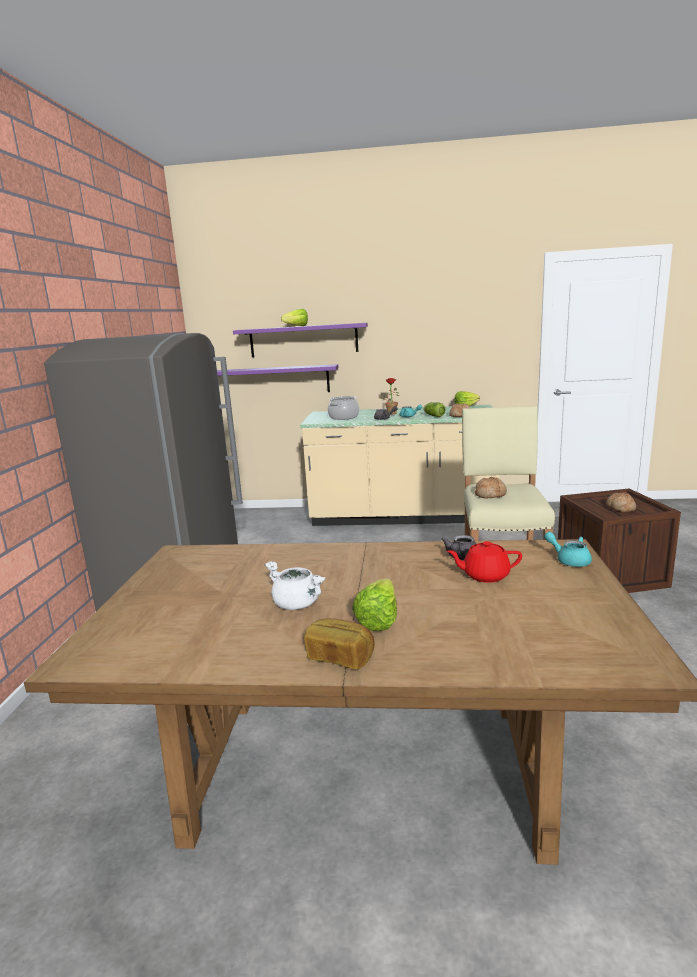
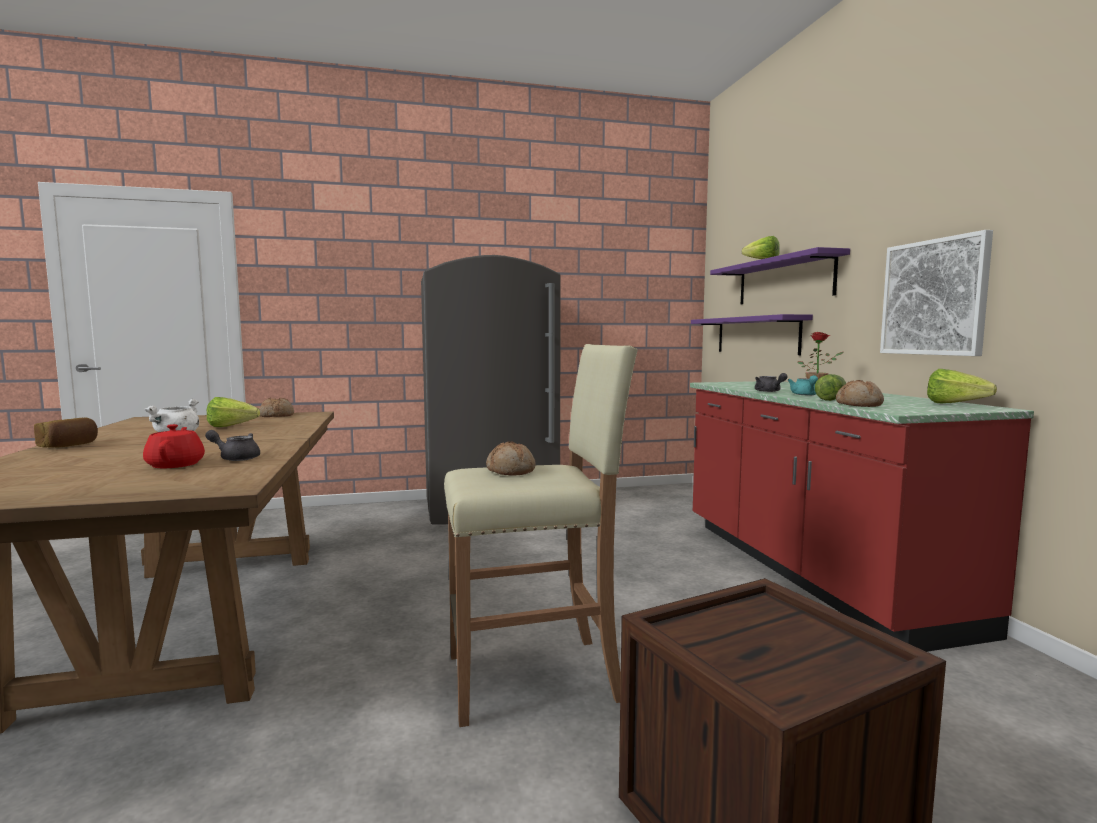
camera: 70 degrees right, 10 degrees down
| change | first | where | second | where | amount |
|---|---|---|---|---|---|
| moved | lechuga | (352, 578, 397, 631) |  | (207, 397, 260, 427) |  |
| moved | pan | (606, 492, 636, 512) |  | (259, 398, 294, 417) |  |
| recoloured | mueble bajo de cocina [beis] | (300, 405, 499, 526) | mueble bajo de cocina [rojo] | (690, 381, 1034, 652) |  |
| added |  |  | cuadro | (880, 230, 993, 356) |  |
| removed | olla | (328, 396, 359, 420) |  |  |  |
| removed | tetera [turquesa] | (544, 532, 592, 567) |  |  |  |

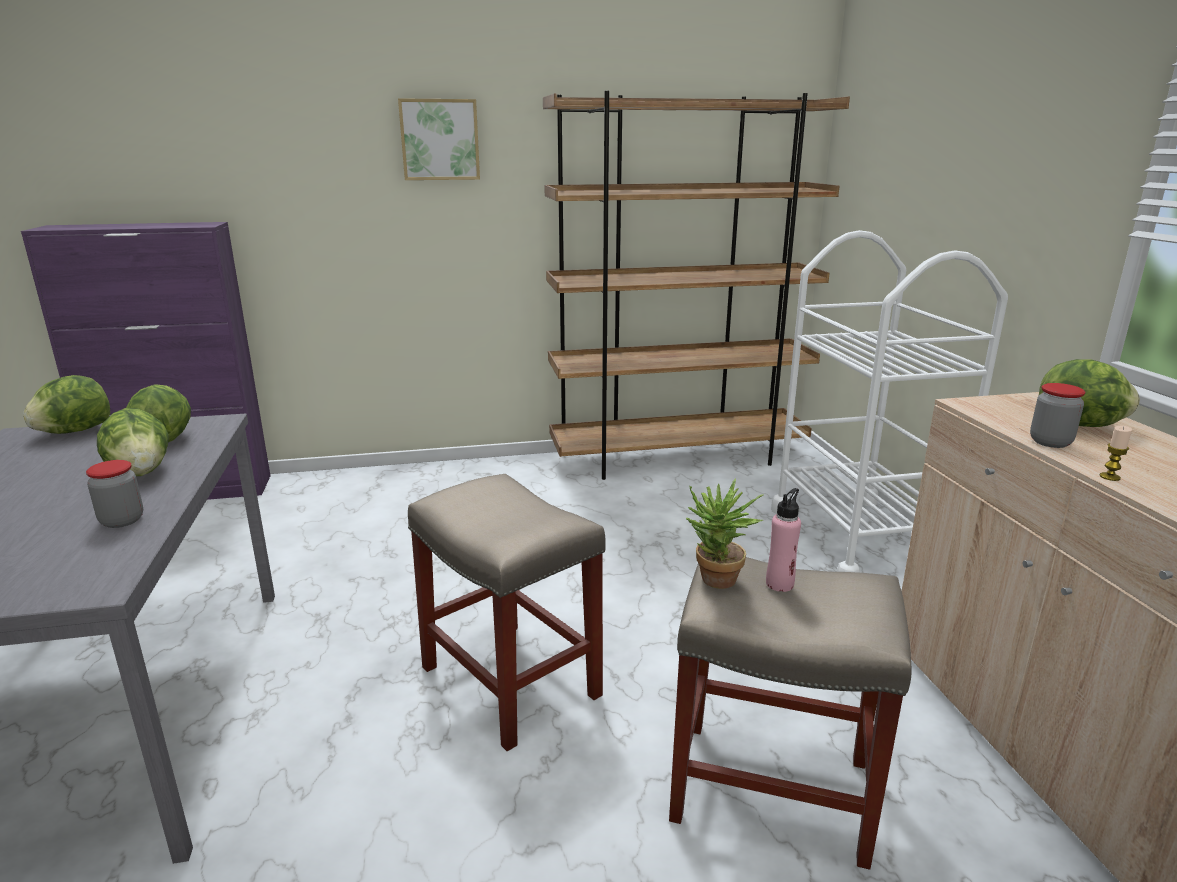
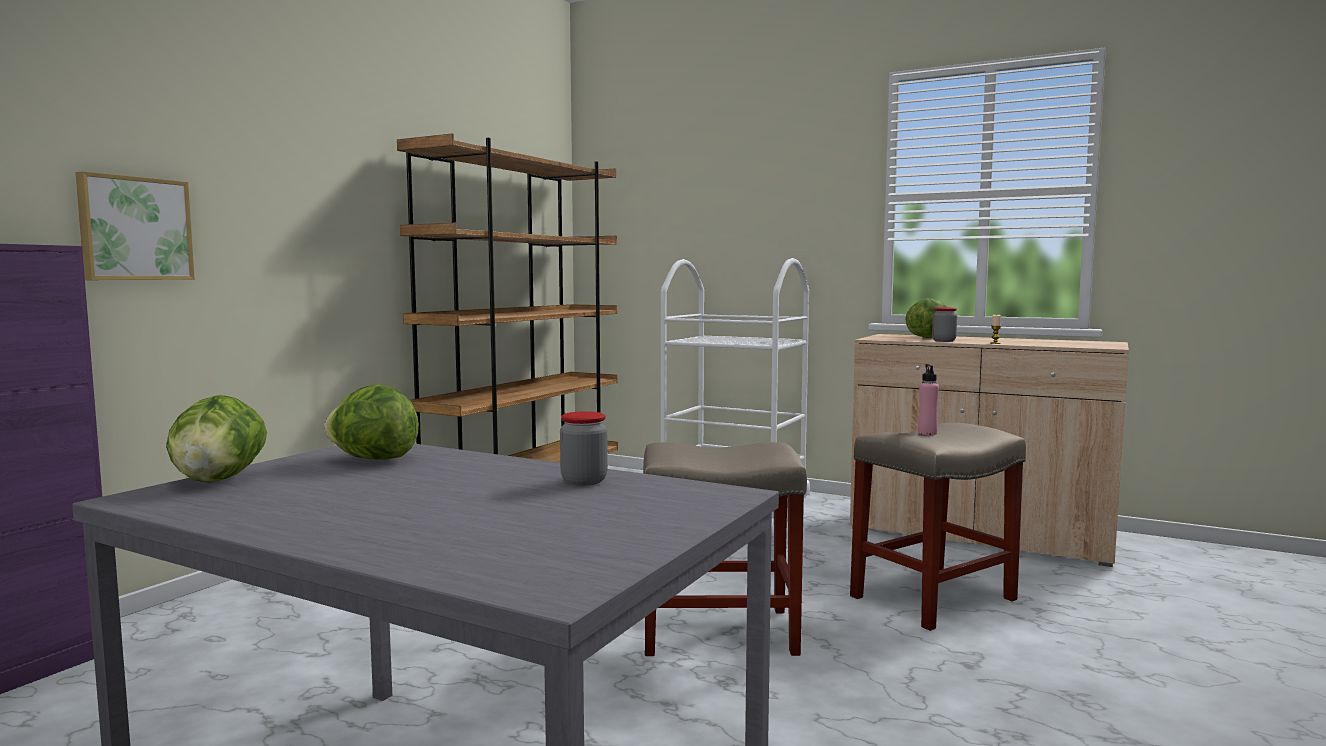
camera: 50 degrees left, 15 degrees down
| change | first | where | second | where | amount |
|---|---|---|---|---|---|
| moved | cuadro | (398, 98, 480, 180) |  | (75, 171, 195, 280) |  |
| removed | lechuga | (97, 408, 169, 476) |  |  |  |
| removed | planta en maceta | (686, 478, 763, 589) |  |  |  |

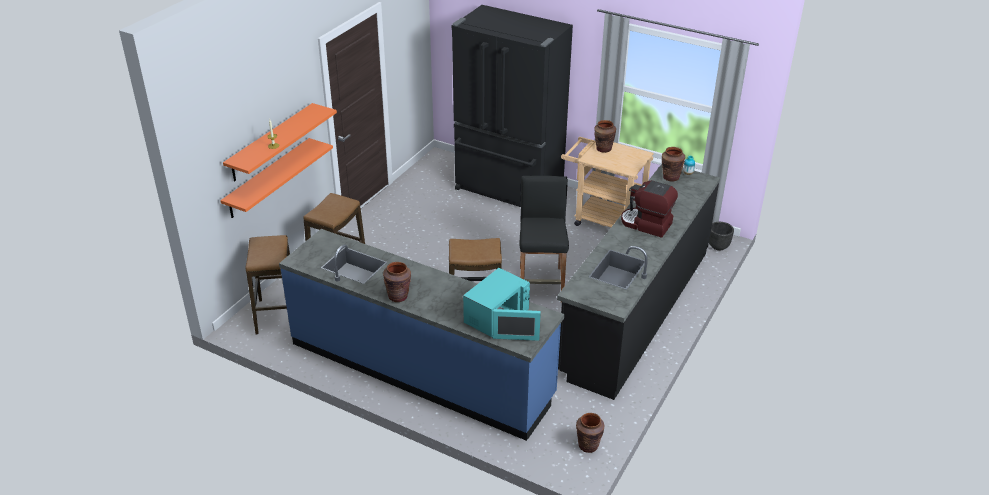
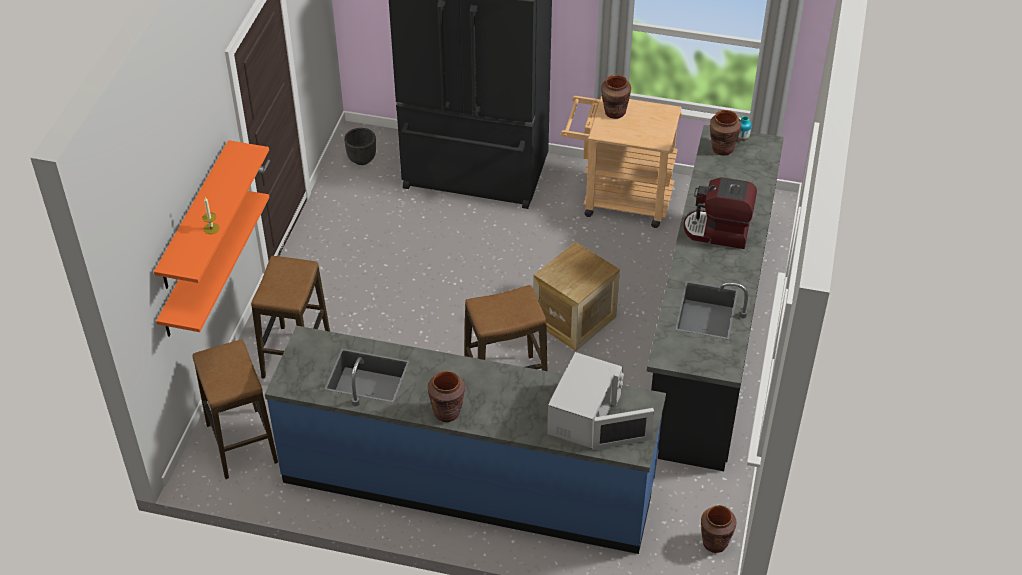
camera: 15 degrees left, 10 degrees up
| change | first | where | second | where | amount |
|---|---|---|---|---|---|
| moved | maceta [negro] | (709, 222, 734, 251) |  | (344, 128, 376, 165) |  |
| replaced | taburete [negro] | (520, 176, 569, 303) | caja de embalaje | (533, 241, 620, 351) |  |
| recoloured | microondas [turquesa] | (463, 268, 541, 341) | microondas [blanco] | (547, 352, 654, 450) |  |

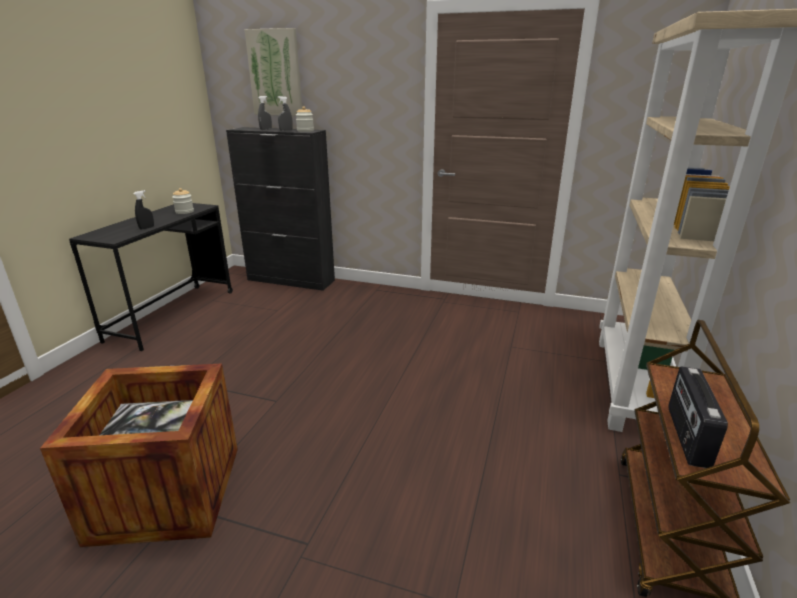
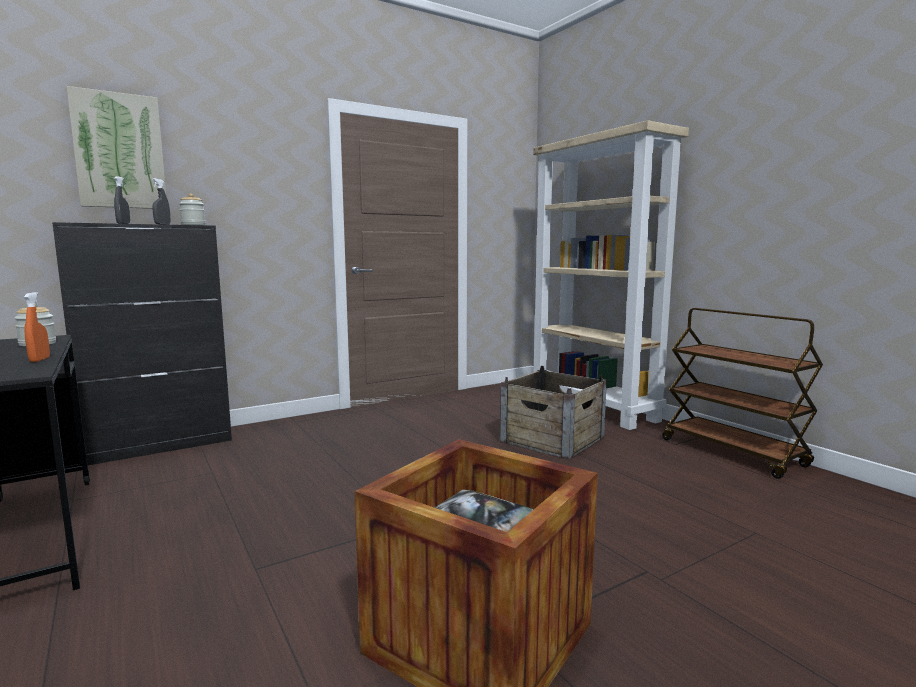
camera: 50 degrees left, 15 degrees down
| change | first | where | second | where | amount |
|---|---|---|---|---|---|
| recoloured | pulverizador [negro] | (134, 190, 154, 229) | pulverizador [naranja] | (24, 292, 50, 362) |  |
| added |  |  | caja de embalaje | (500, 366, 607, 460) |  |
| removed | radio | (669, 367, 728, 468) |  |  |  |

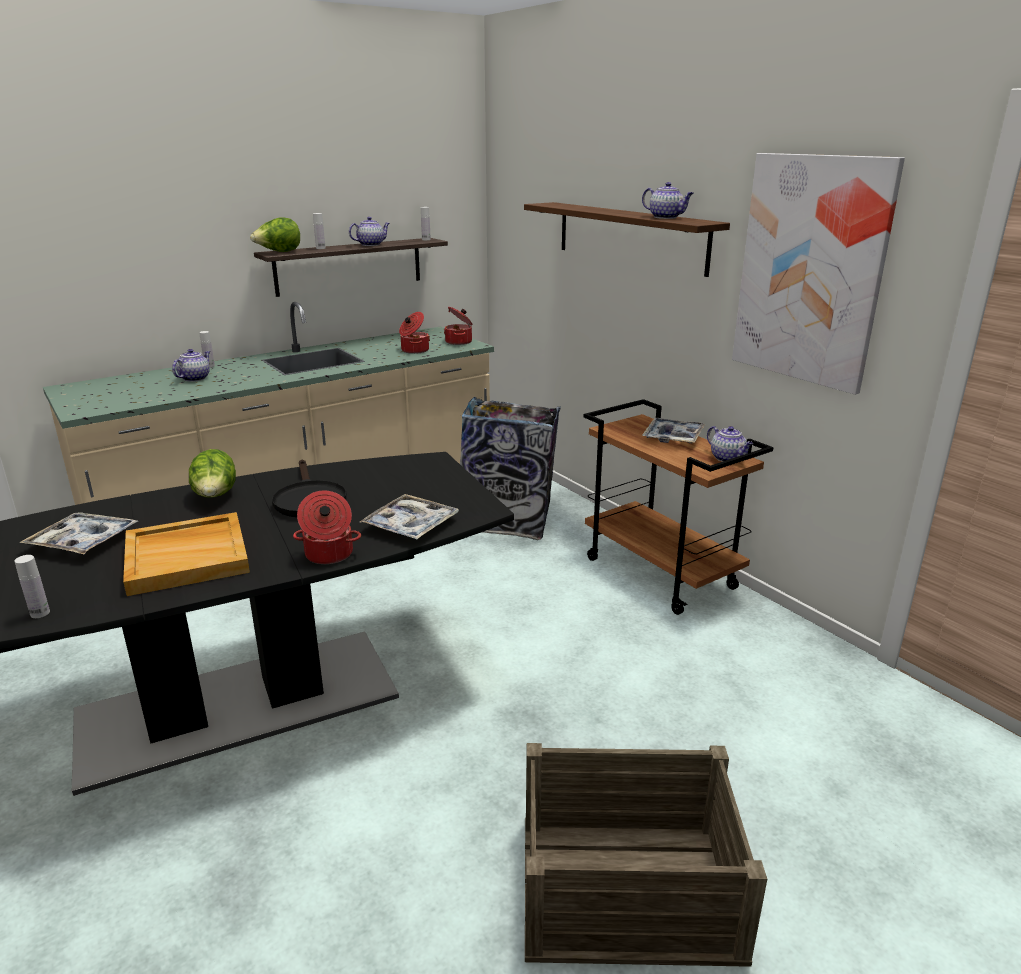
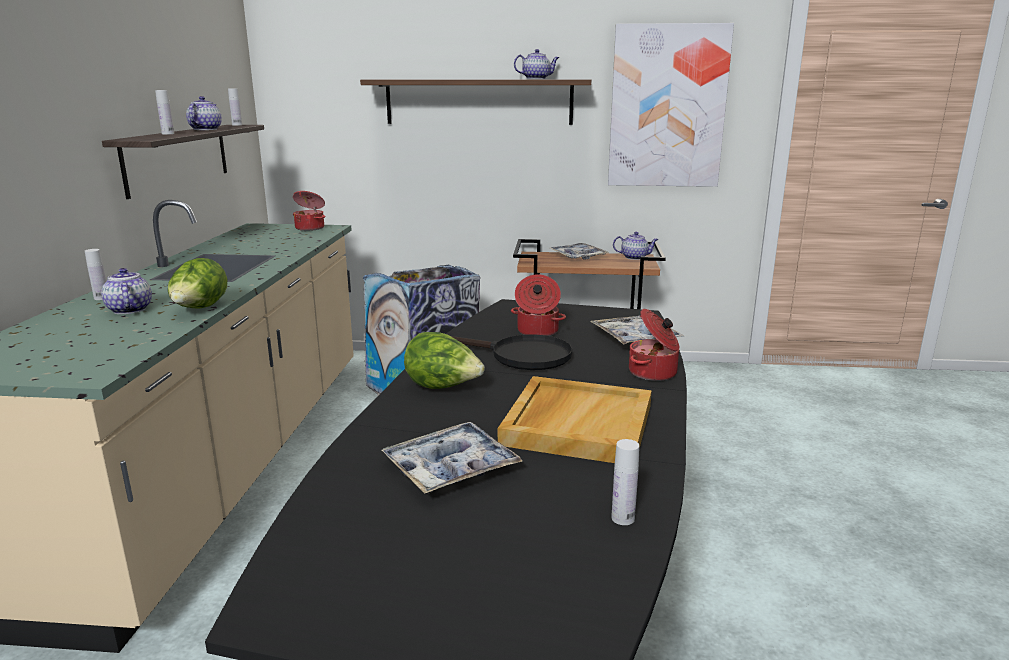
camera: 50 degrees left, 5 degrees down
| change | first | where | second | where | amount |
|---|---|---|---|---|---|
| moved | lechuga | (250, 217, 300, 252) |  | (168, 258, 227, 308) |  |
| moved | olla | (399, 312, 430, 354) |  | (511, 274, 566, 336) |  |
| removed | caja de embalaje | (525, 743, 767, 967) |  |  |  |

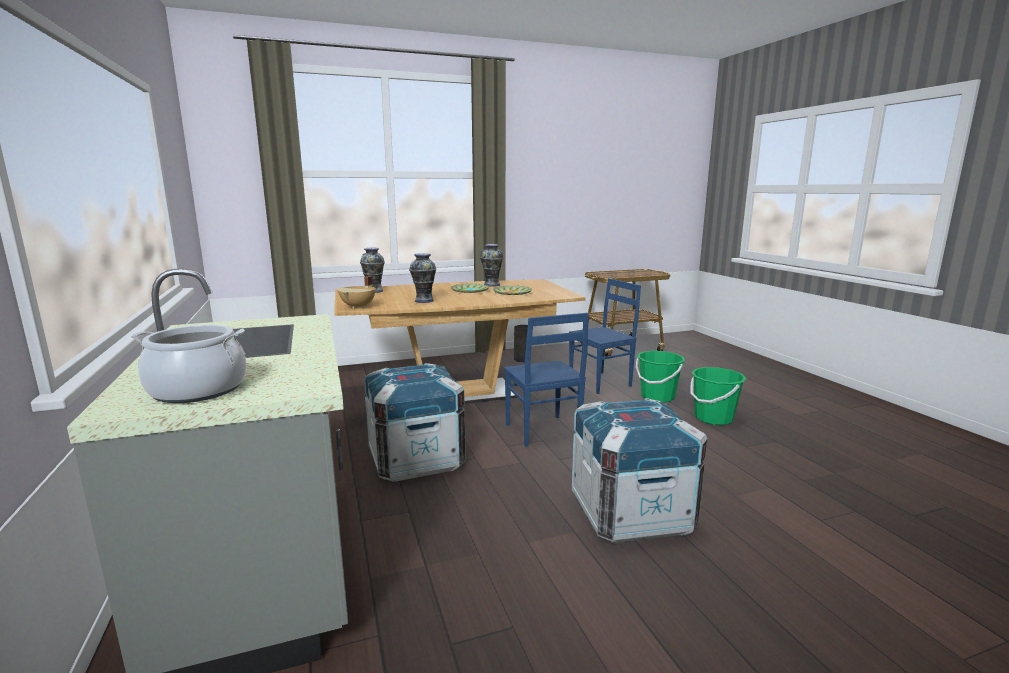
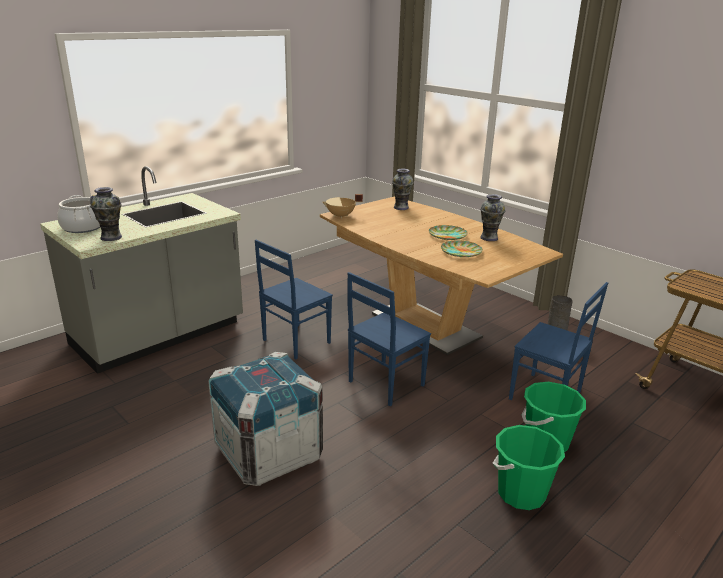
camera: 65 degrees right, 10 degrees up
| change | first | where | second | where | amount |
|---|---|---|---|---|---|
| moved | florero | (409, 253, 436, 303) |  | (90, 187, 122, 241) |  |
| replaced | caja de embalaje | (364, 363, 466, 482) | silla [azul] | (255, 240, 333, 359) |  |

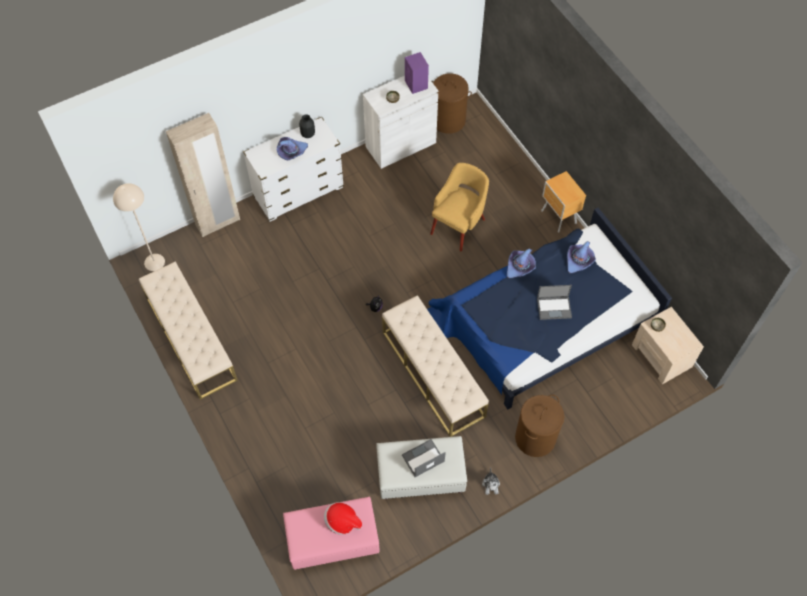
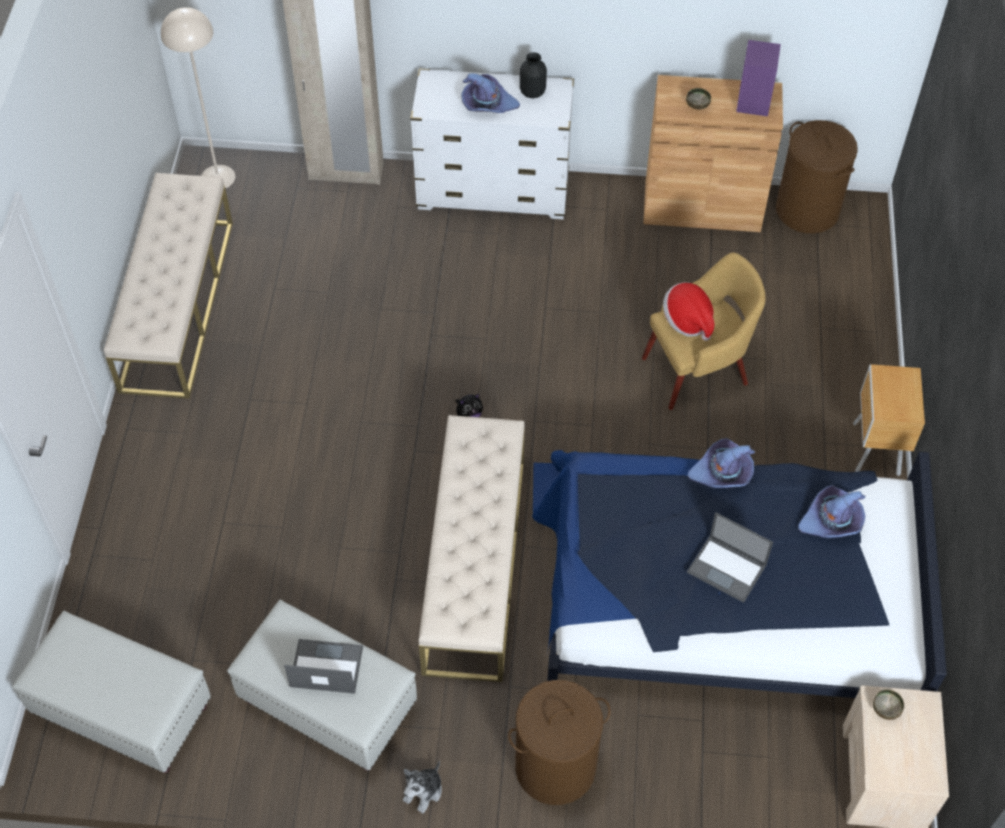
camera: 35 degrees right, 5 degrees down
| change | first | where | second | where | amount |
|---|---|---|---|---|---|
| recoloured | puf [rosa] | (283, 496, 380, 570) | puf [blanco] | (12, 611, 211, 773) |  |
| recoloured | armario [blanco] | (363, 76, 438, 169) | armario [marrón] | (643, 75, 783, 232) |  |
| moved | sombrero | (324, 502, 362, 535) |  | (663, 282, 714, 341) |  |

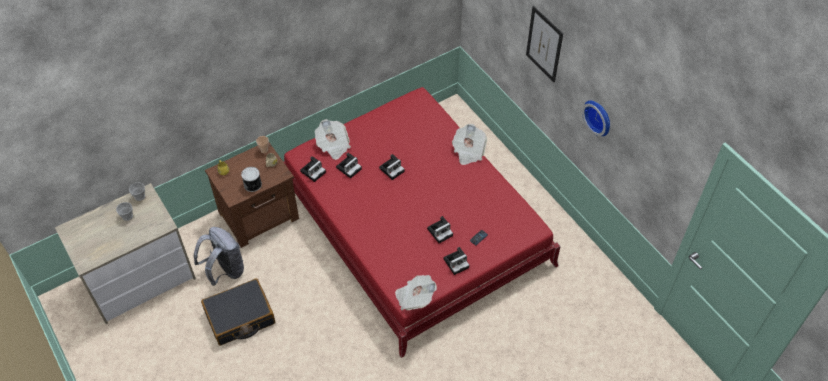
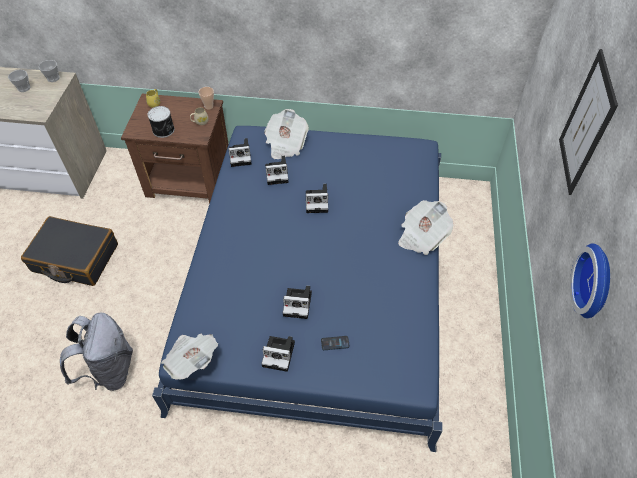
camera: 40 degrees right, 0 degrees up
| change | first | where | second | where | amount |
|---|---|---|---|---|---|
| moved | mochila [gris] | (194, 227, 244, 286) |  | (60, 313, 133, 391) |  |
| recoloured | cama [rojo] | (284, 87, 561, 358) | cama [azul] | (152, 126, 443, 452) |  |

